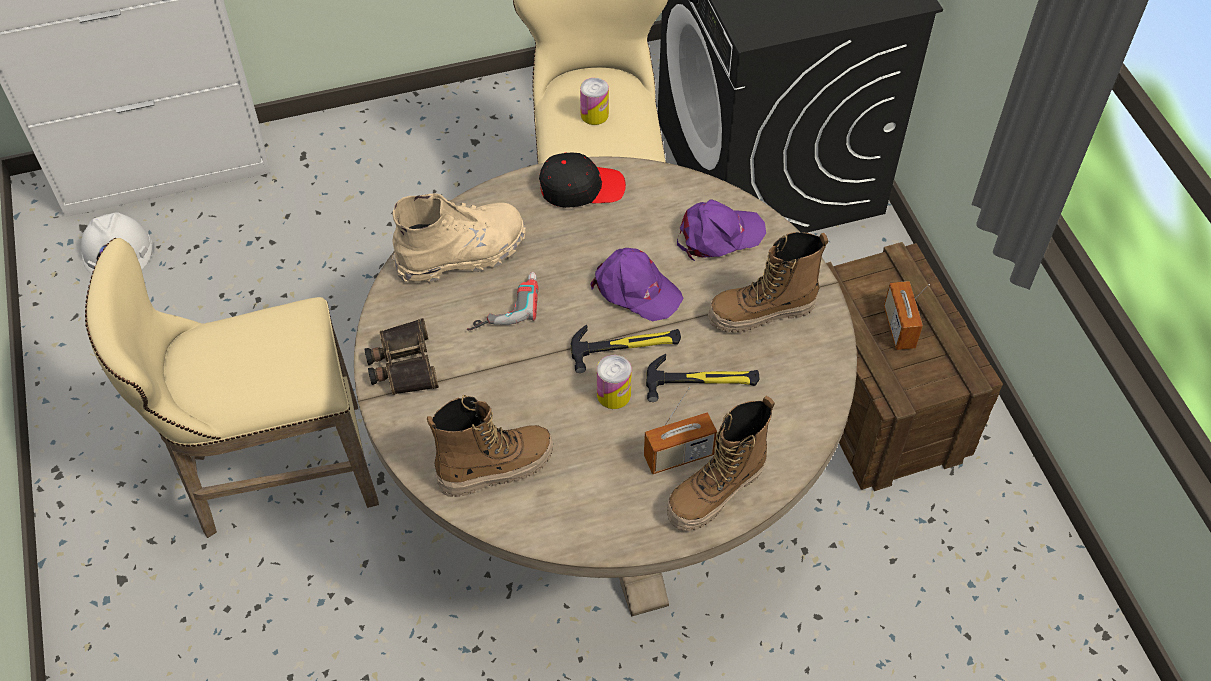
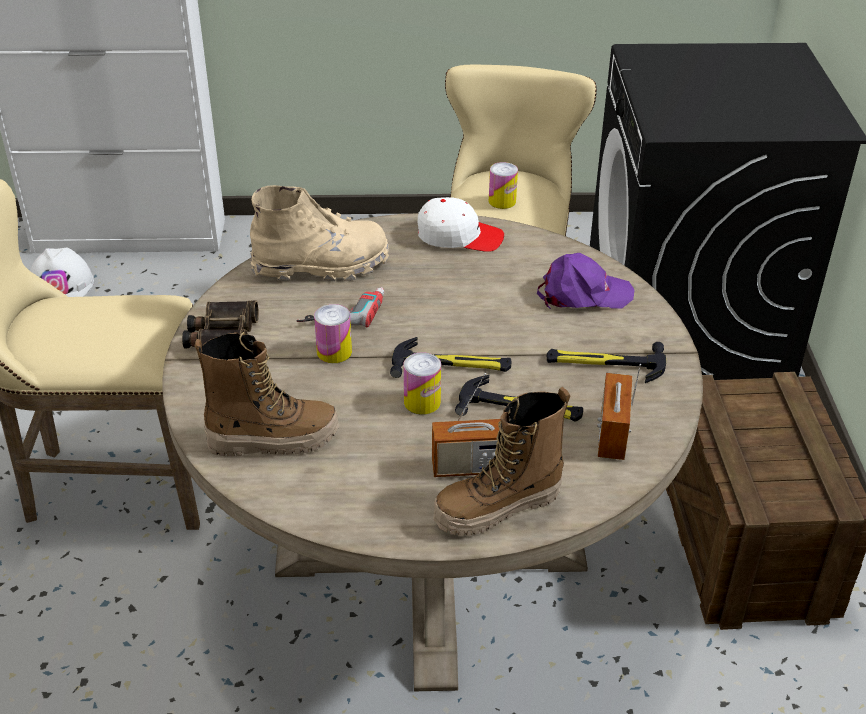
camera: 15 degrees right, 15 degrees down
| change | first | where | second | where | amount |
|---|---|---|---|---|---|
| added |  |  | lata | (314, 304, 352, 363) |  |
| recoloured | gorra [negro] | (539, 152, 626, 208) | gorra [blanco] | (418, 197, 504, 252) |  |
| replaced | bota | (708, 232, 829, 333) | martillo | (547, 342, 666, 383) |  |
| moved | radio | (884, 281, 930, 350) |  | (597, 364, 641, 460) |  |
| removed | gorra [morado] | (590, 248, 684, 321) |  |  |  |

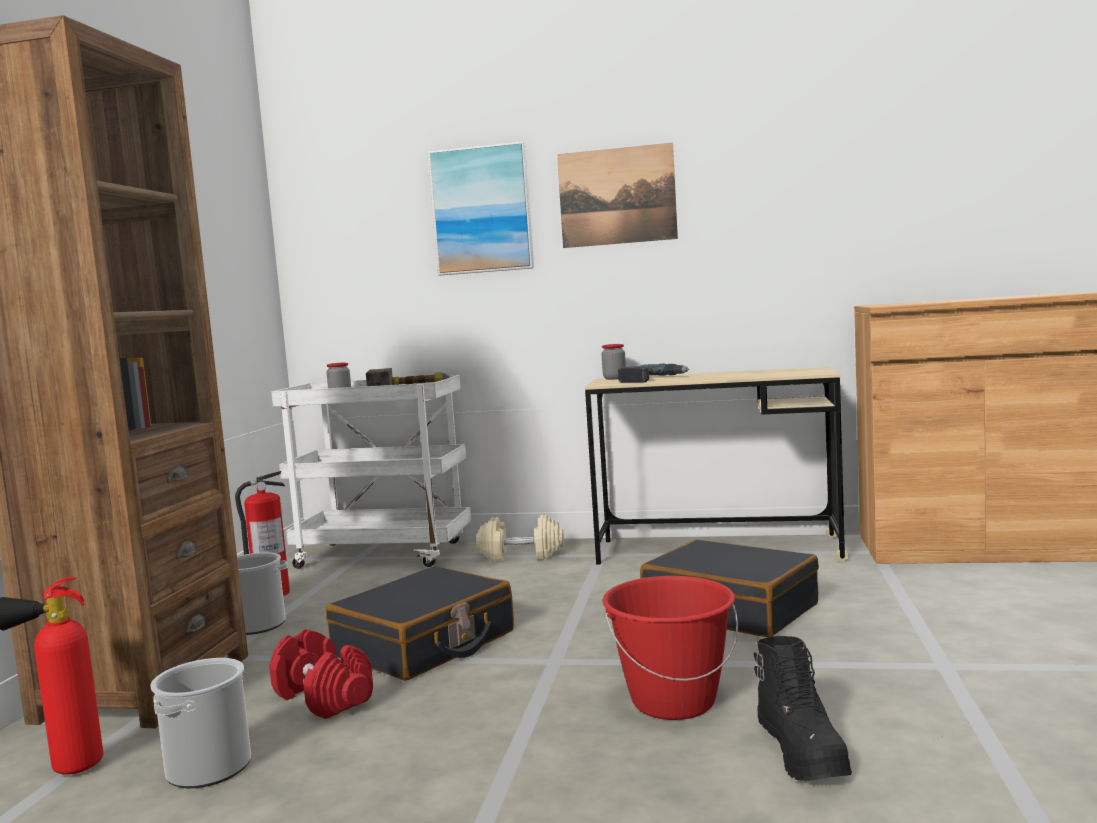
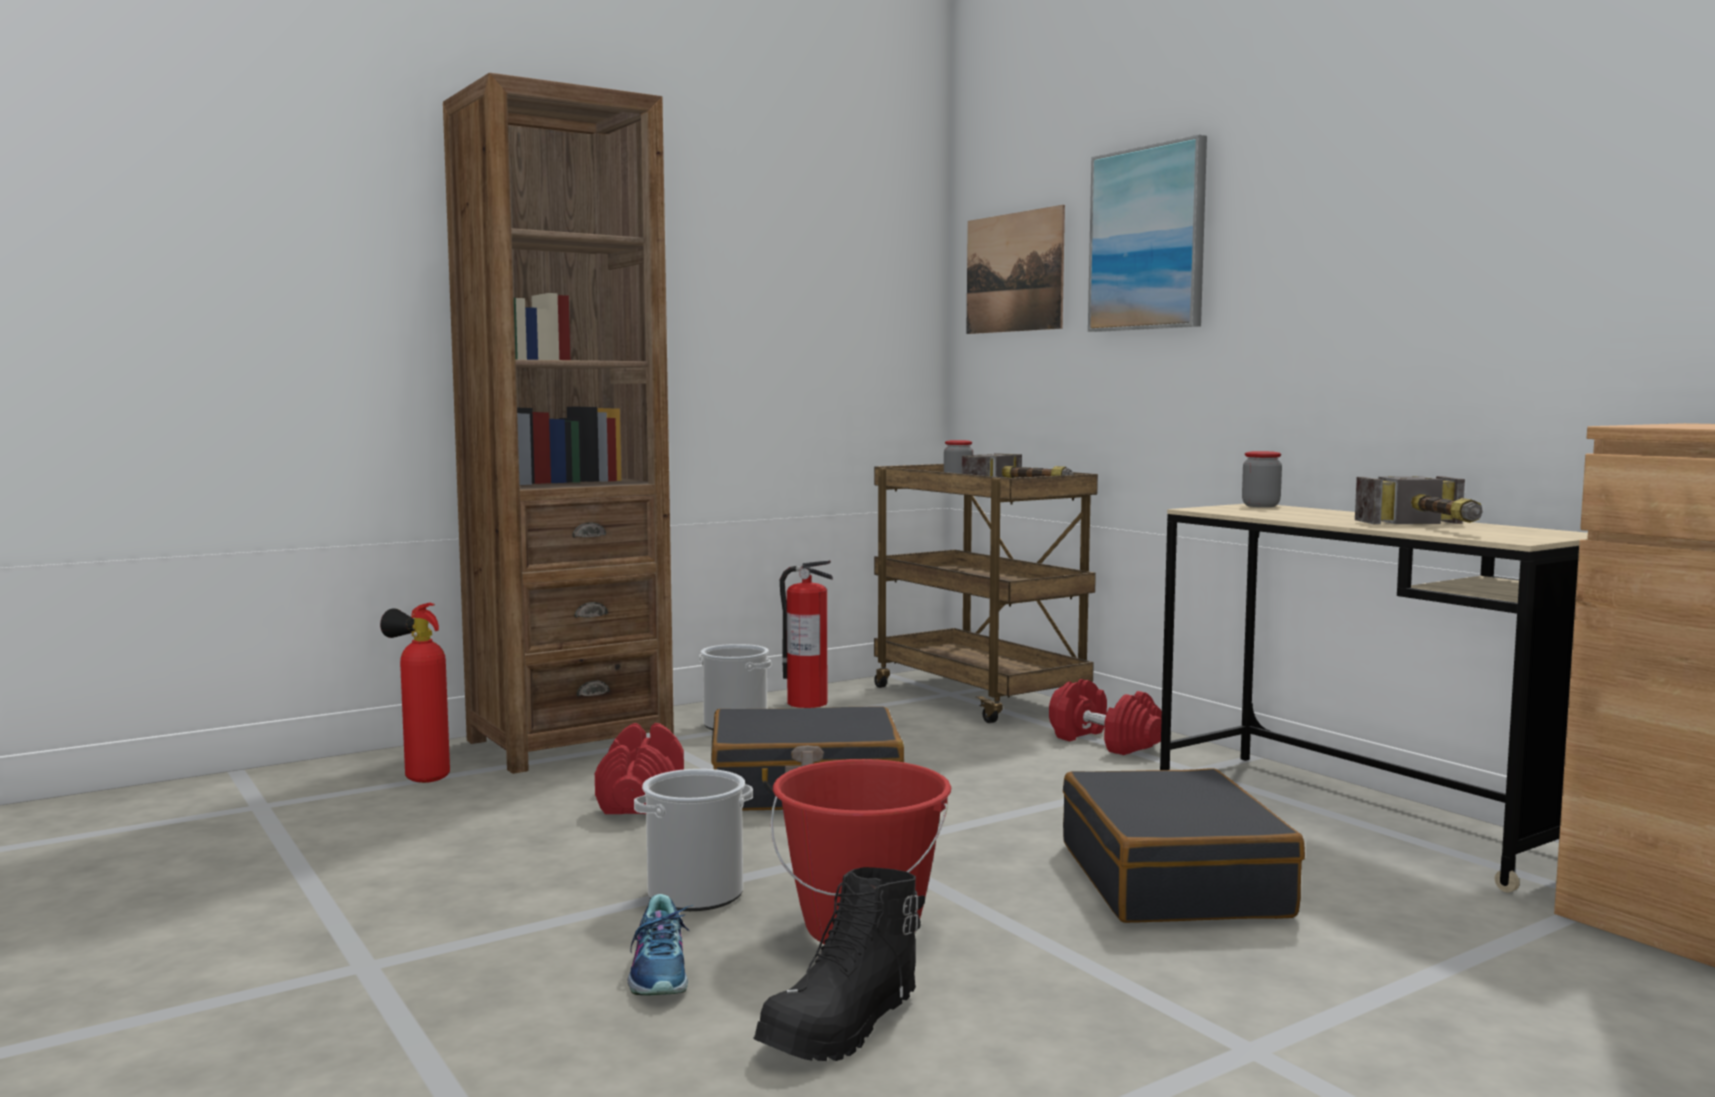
camera: 45 degrees right, 0 degrees up
| change | first | where | second | where | amount |
|---|---|---|---|---|---|
| added |  |  | zapato | (628, 894, 694, 995) |  |
| moved | cubo | (150, 658, 251, 788) |  | (634, 769, 753, 911) |  |
| recoloured | carrito [blanco] | (271, 375, 471, 569) | carrito [marrón] | (874, 464, 1098, 723) |  |
| moved | cuadro | (557, 143, 678, 248) |  | (966, 205, 1065, 334) |  |
| recoloured | mancuerna [beis] | (476, 515, 564, 562) | mancuerna [rojo] | (1049, 679, 1162, 755) |  |
| added |  |  | martillo | (1355, 476, 1483, 524) |  |
| removed | taladro | (618, 364, 689, 383) |  |  |  |

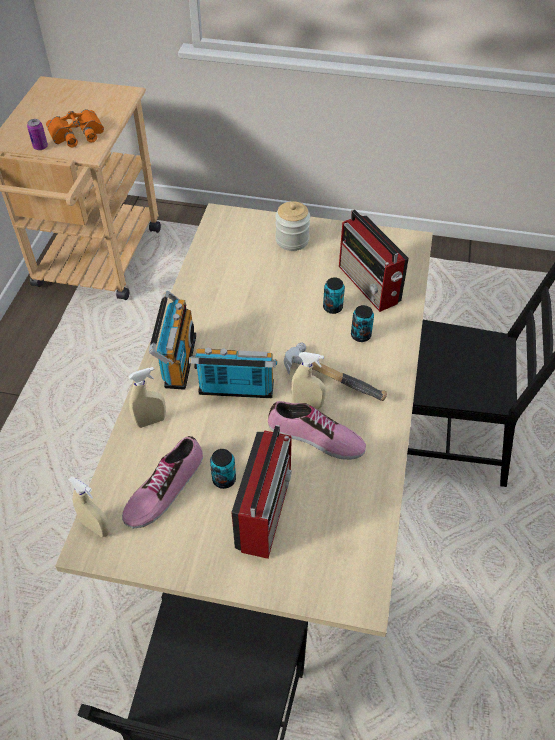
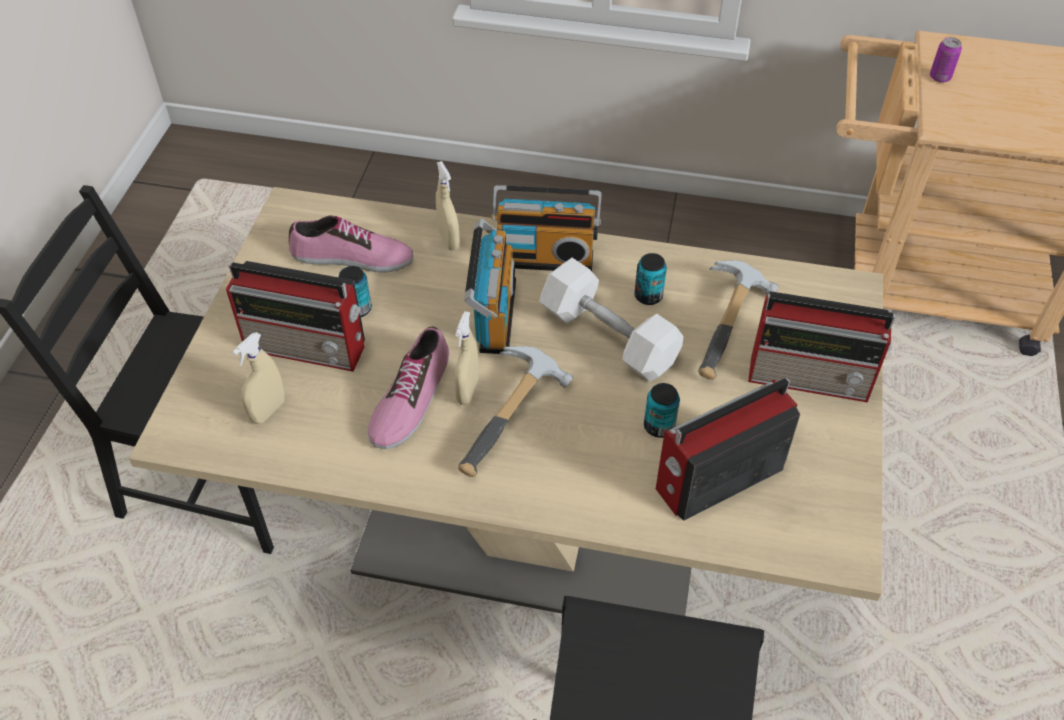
camera: 90 degrees right, 0 degrees up
| change | first | where | second | where | amount |
|---|---|---|---|---|---|
| moved | pulverizador [beis] | (69, 476, 110, 537) |  | (232, 332, 285, 424) |  |
| turned | zapato | (122, 436, 203, 529) |  | (289, 215, 413, 273) | 150 degrees clockwise |
| added |  |  | mancuerna [blanco] | (539, 258, 684, 382) |  |
| moved | lata | (351, 305, 374, 342) |  | (634, 253, 667, 305) |  |
| added |  |  | martillo | (698, 260, 778, 380) |  |
| replaced | tarro | (275, 201, 310, 251) | radio | (748, 291, 895, 402) |  |
| removed | prismáticos [naranja] | (46, 109, 104, 147) |  |  |  |

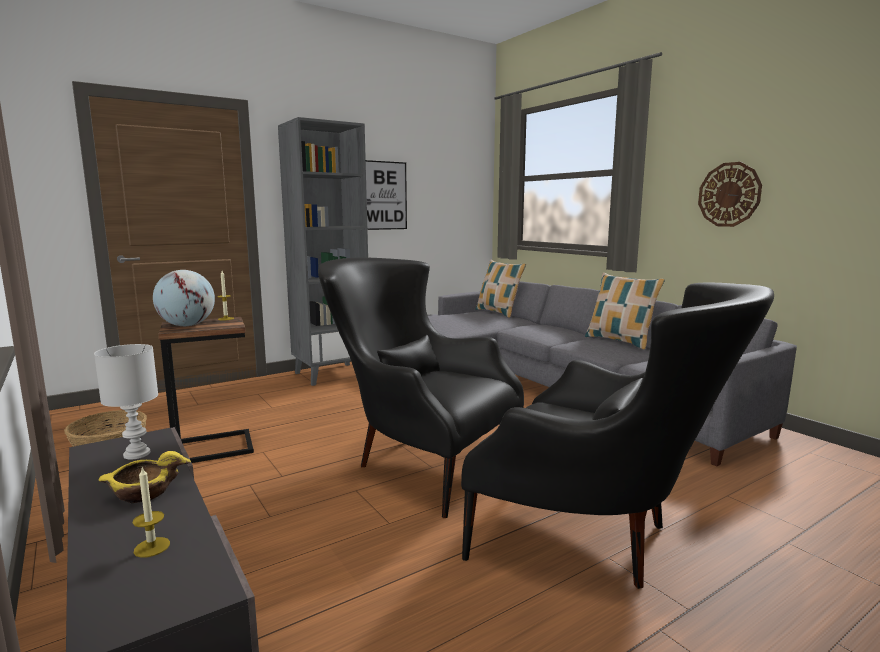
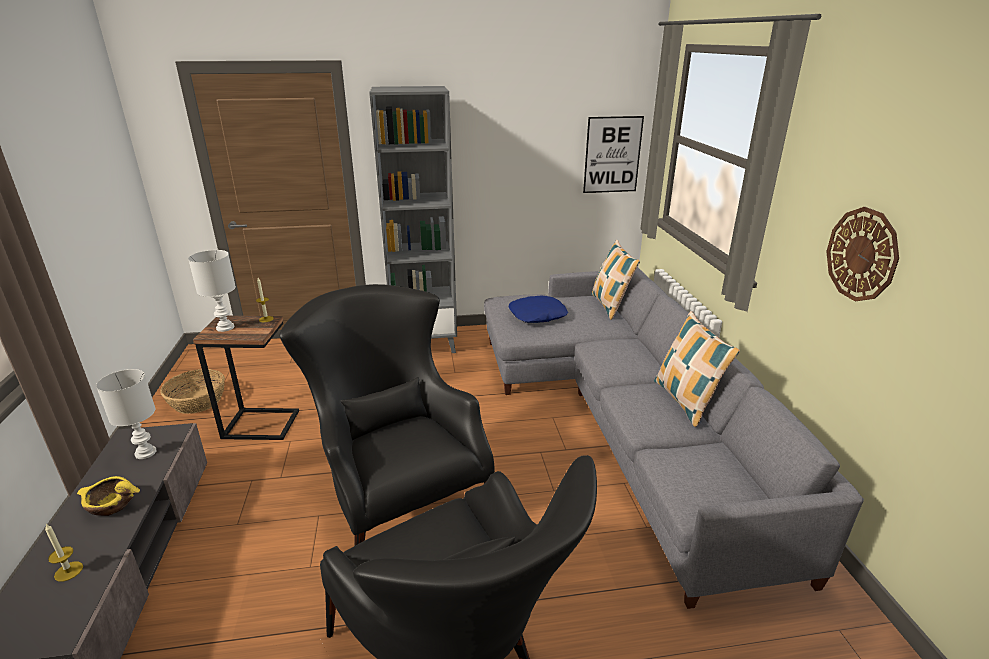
camera: 25 degrees right, 15 degrees up
| change | first | where | second | where | amount |
|---|---|---|---|---|---|
| replaced | globo terráqueo | (153, 270, 215, 326) | lámpara de mesa [blanco] | (188, 250, 236, 332) |  |
| added |  |  | cojín [azul] | (508, 296, 568, 323) |  |
| moved | cuadro | (366, 160, 407, 230) |  | (583, 116, 644, 193) |  |

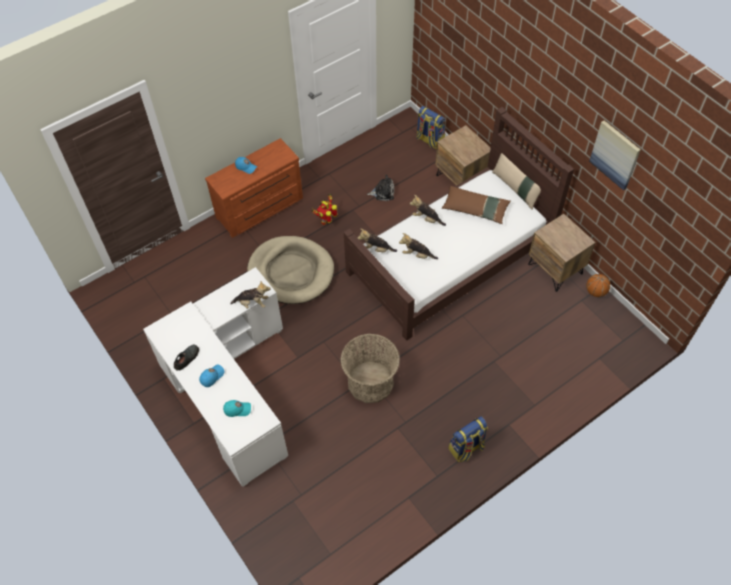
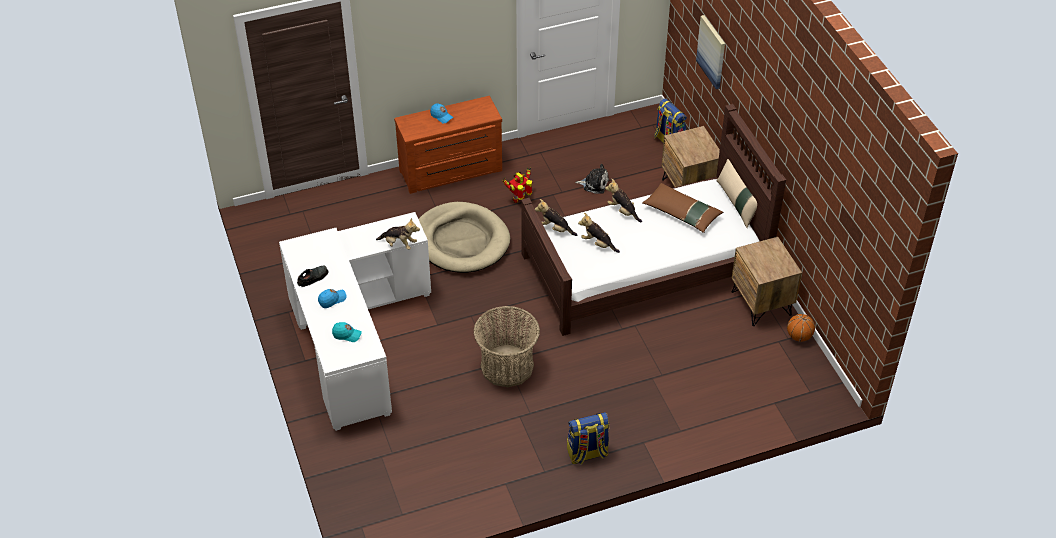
camera: 15 degrees right, 10 degrees down
| change | first | where | second | where | amount |
|---|---|---|---|---|---|
| moved | cuadro | (589, 120, 640, 190) |  | (696, 15, 725, 89) |  |

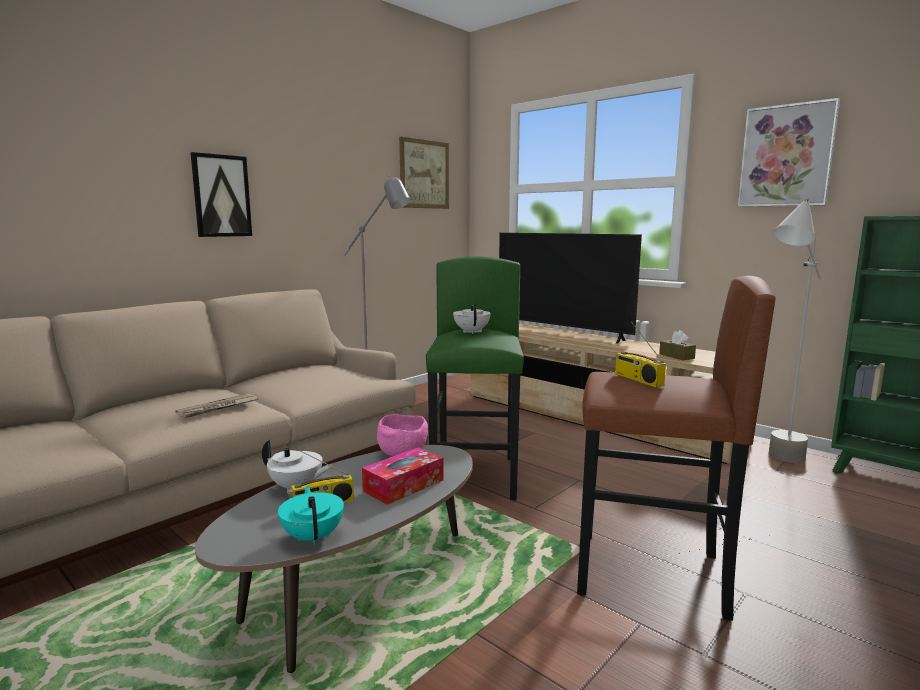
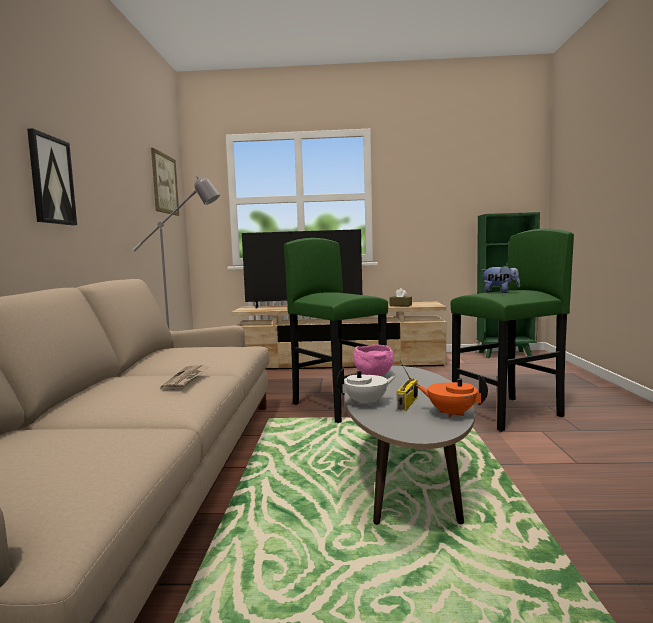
camera: 40 degrees left, 5 degrees down
| change | first | where | second | where | amount |
|---|---|---|---|---|---|
| recoloured | tetera [turquesa] | (278, 486, 344, 545) | tetera [naranja] | (416, 375, 488, 418) |  |
| recoloured | taburete [marrón] | (577, 276, 775, 621) | taburete [verde] | (451, 229, 574, 432) |  |
| replaced | radio | (615, 321, 666, 387) | peluche | (481, 266, 520, 293) |  |
| removed | caja de pañuelos | (362, 447, 444, 505) |  |  |  |
| removed | tetera [blanco] | (453, 302, 491, 334) |  |  |  |
| removed | cuadro | (738, 98, 840, 207) |  |  |  |
| removed | lámpara de pie [gris] | (769, 198, 821, 463) |  |  |  |

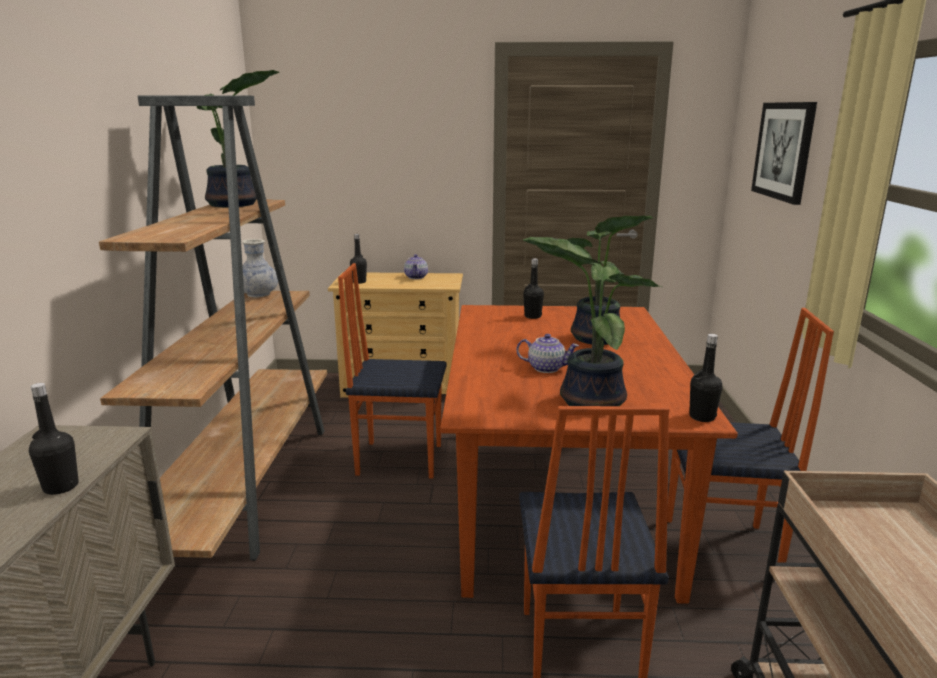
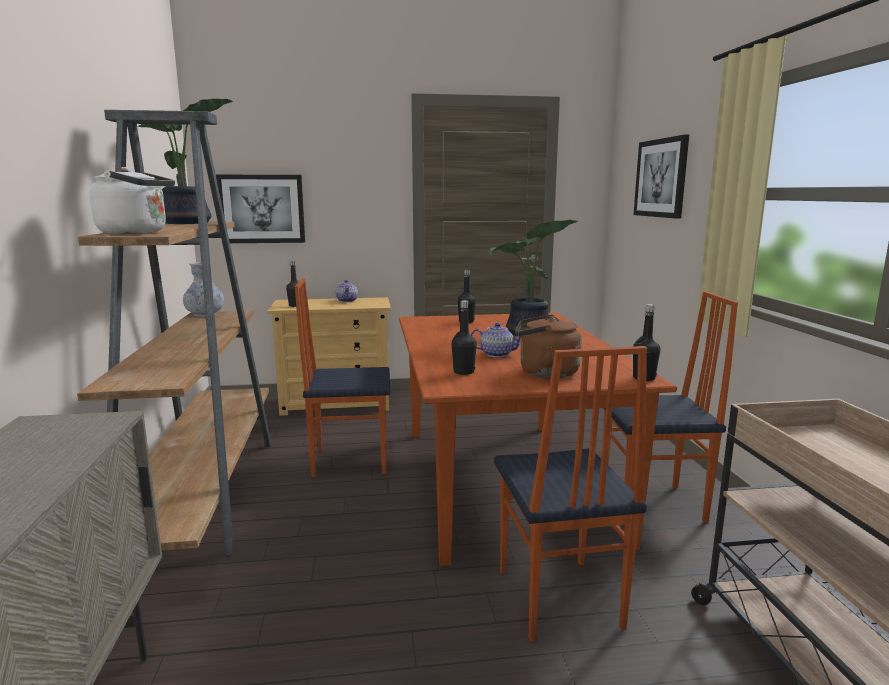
camera: 10 degrees left, 5 degrees down
| change | first | where | second | where | amount |
|---|---|---|---|---|---|
| added |  |  | hervidor [blanco] | (89, 167, 175, 234) |  |
| added |  |  | cuadro | (216, 175, 305, 243) |  |
| moved | botella [negro] | (29, 383, 79, 495) |  | (452, 300, 477, 375) |  |
| replaced | planta en maceta | (523, 237, 662, 406) | hervidor [marrón] | (515, 314, 582, 378) |  |

